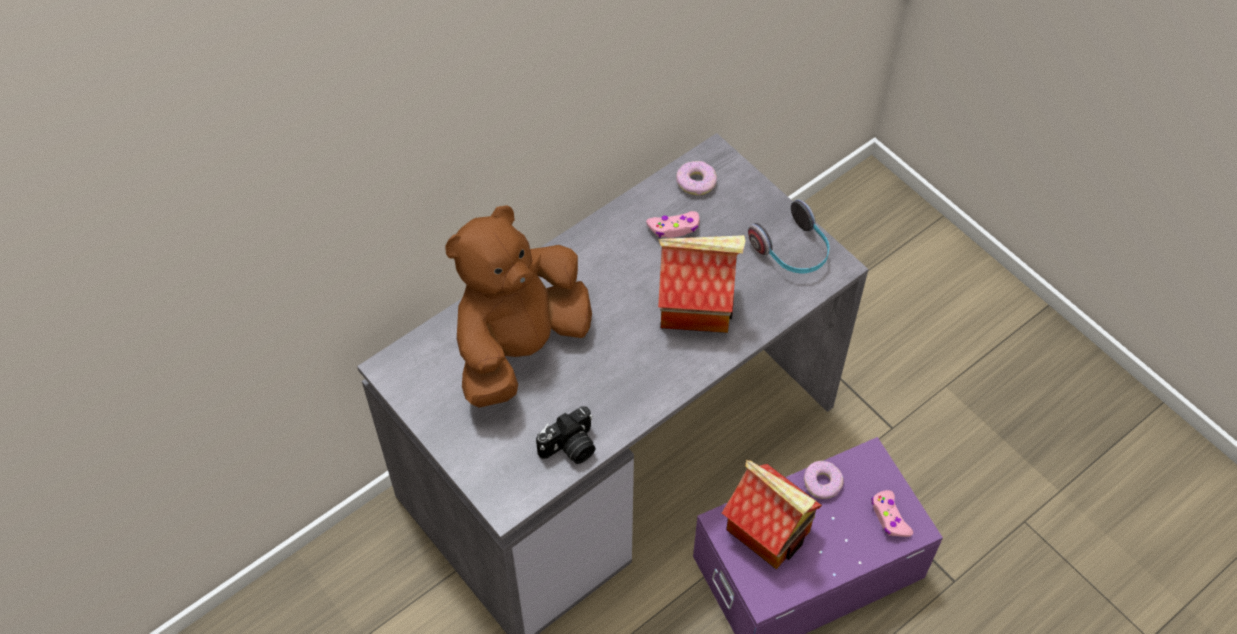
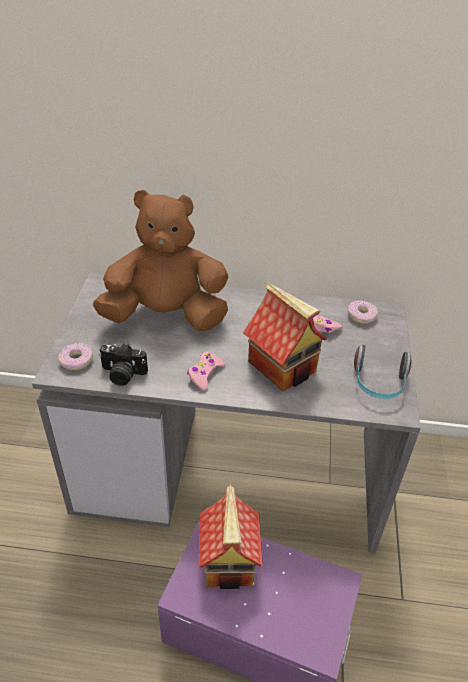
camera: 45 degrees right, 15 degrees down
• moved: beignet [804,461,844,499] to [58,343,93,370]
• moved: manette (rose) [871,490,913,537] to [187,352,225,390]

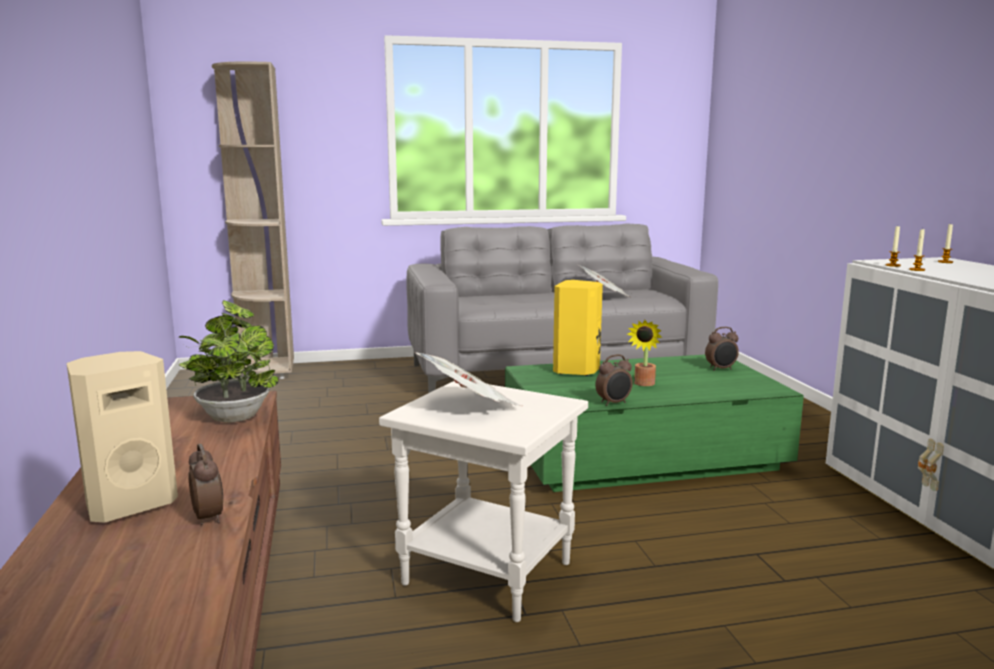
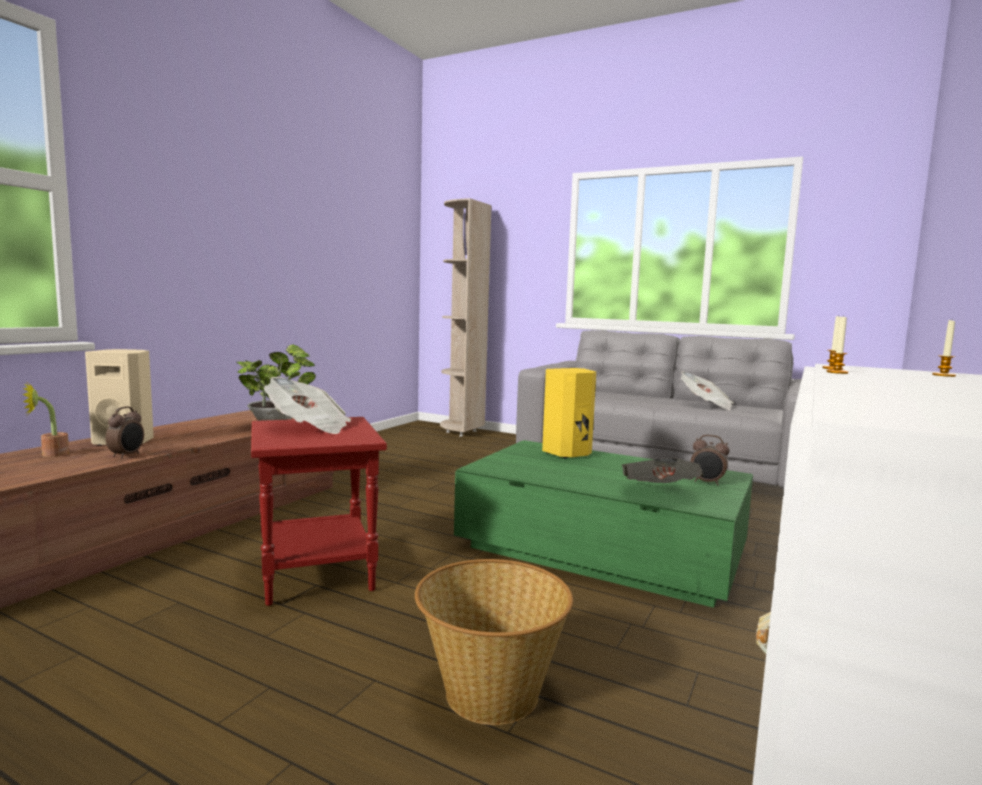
camera: 40 degrees right, 5 degrees down
• removed: réveil [595,354,633,406]
• added: panier [415,559,573,725]
• added: journal [622,458,704,483]
• moved: plante en pot [627,320,662,386] to [22,383,69,457]
• recoloured: table d'appoint (blanc) [379,381,588,622] to table d'appoint (rouge) [251,417,387,606]

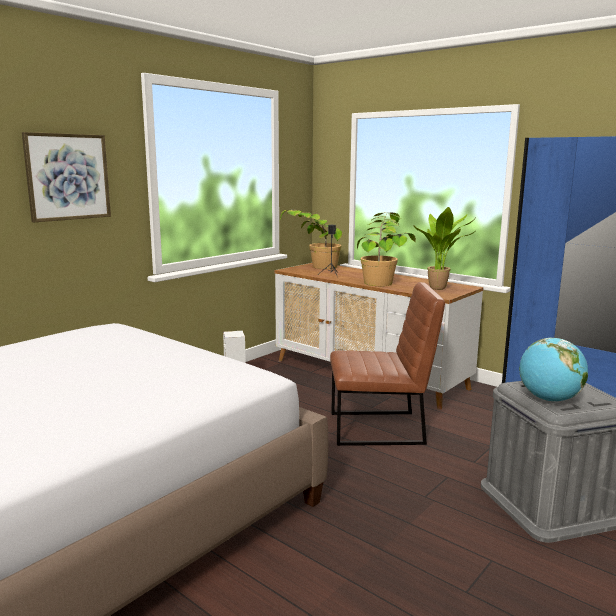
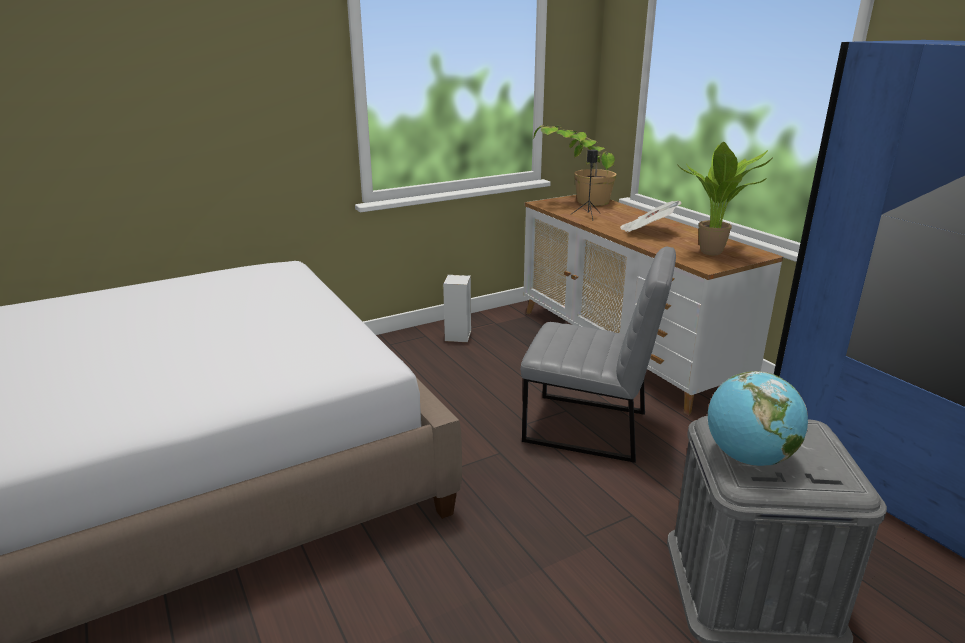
camera: 20 degrees right, 10 degrees up
• removed: tableau [22,132,111,222]
• replaced: plante en pot [357,212,416,286] to journal [620,201,681,233]
• recoloured: chaise (marron) [330,282,445,446] to chaise (gris) [521,246,676,463]

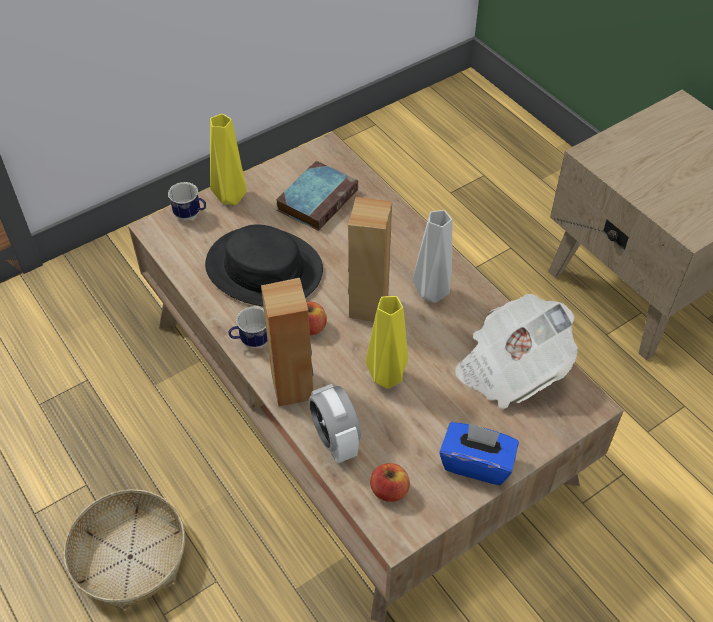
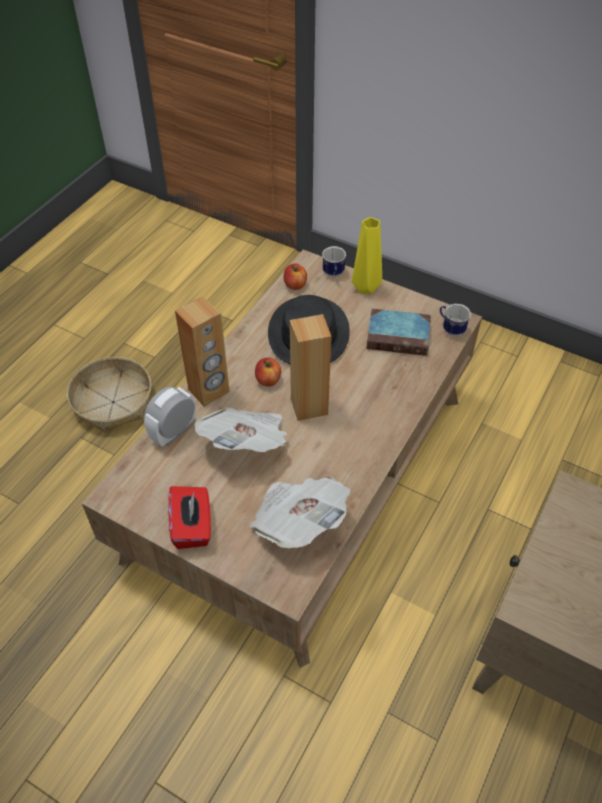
camera: 65 degrees right, 0 degrees up
• removed: vase (gris) [413,210,452,303]
• moved: mug [228,306,268,348] to [440,304,471,336]
• moved: pomme [370,463,410,502] to [284,263,307,290]
• replaced: vase (jaune) [365,296,408,389] to journal [195,407,287,452]
• recoloured: boîte à mouchoirs (bleu) [439,422,519,485] to boîte à mouchoirs (rouge) [168,486,211,549]

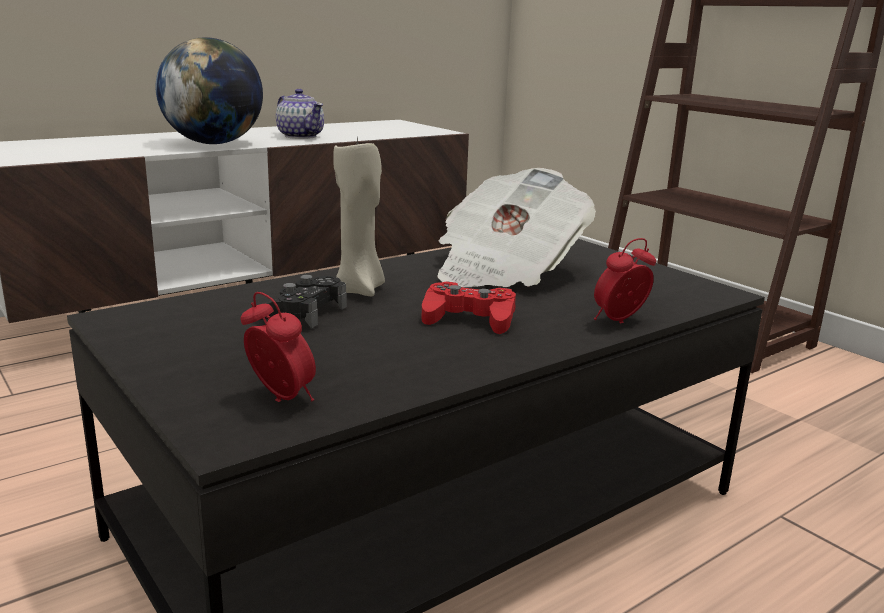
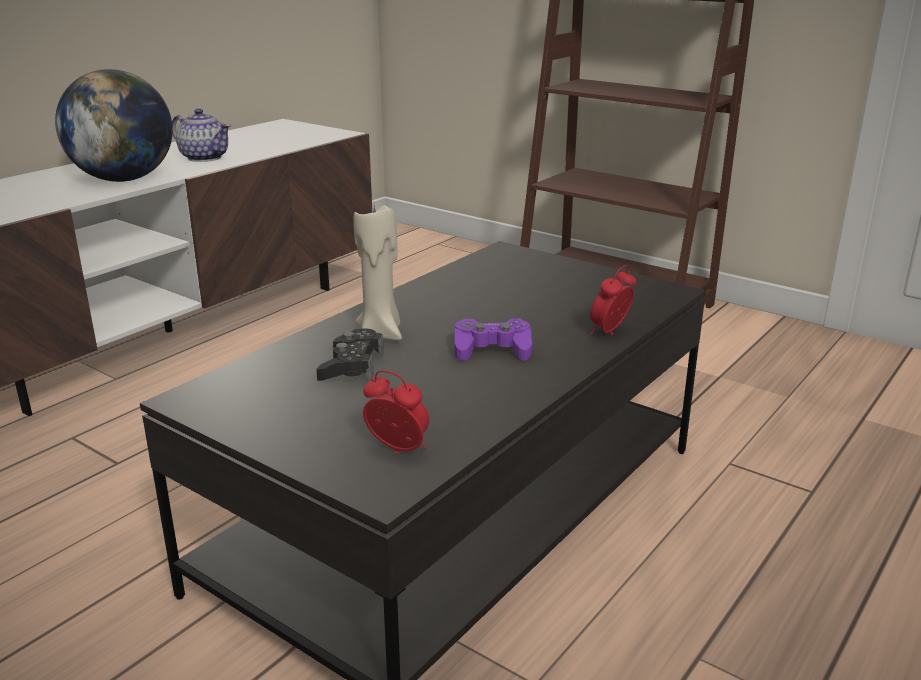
camera: 15 degrees left, 5 degrees up
• removed: journal [438,168,596,287]
• recoloured: manette (rouge) [422,282,516,334] to manette (violet) [455,318,532,361]

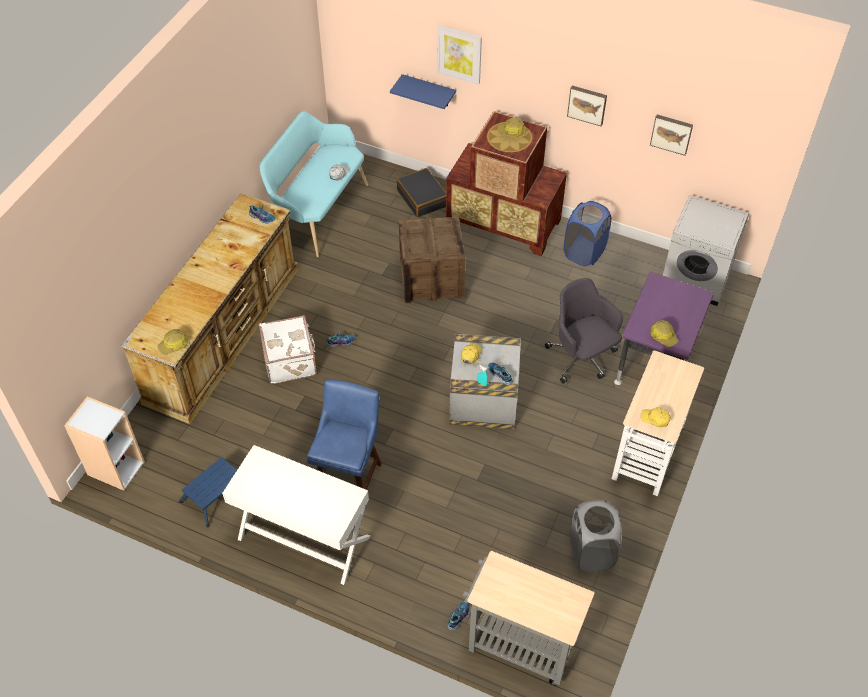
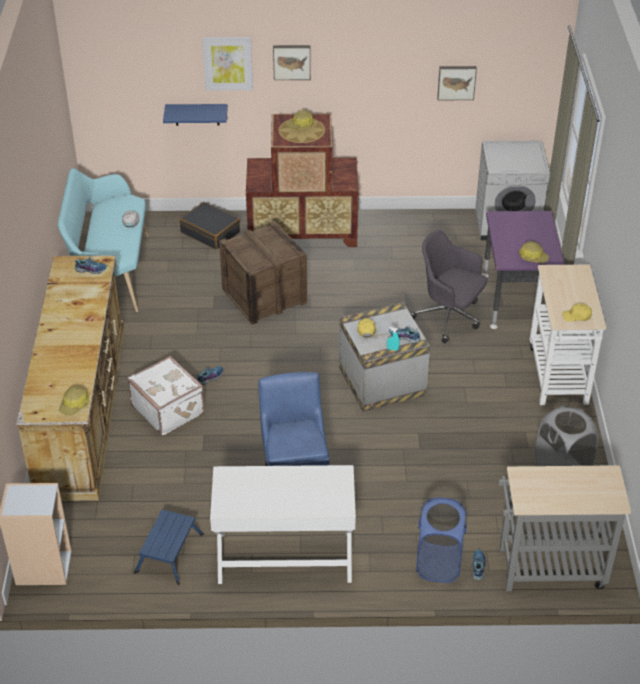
camera: 25 degrees left, 10 degrees down
• moved: panier à linge (bleu) [564,201,612,267] to [416,497,467,583]
• moved: tableau [567,86,607,126] to [273,45,311,80]

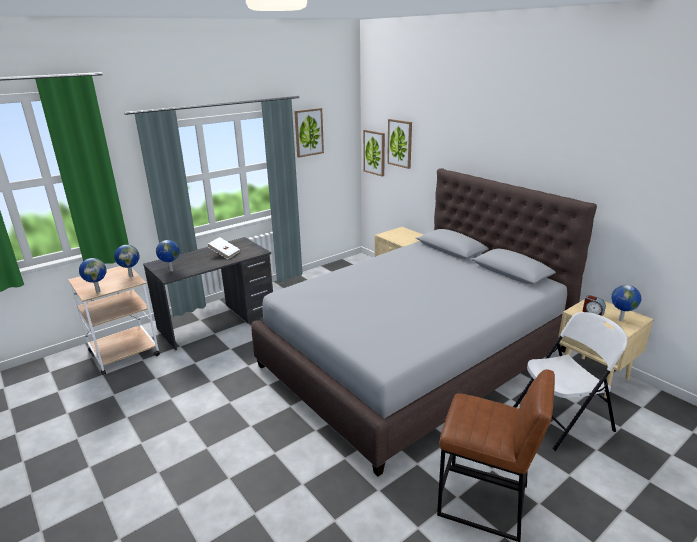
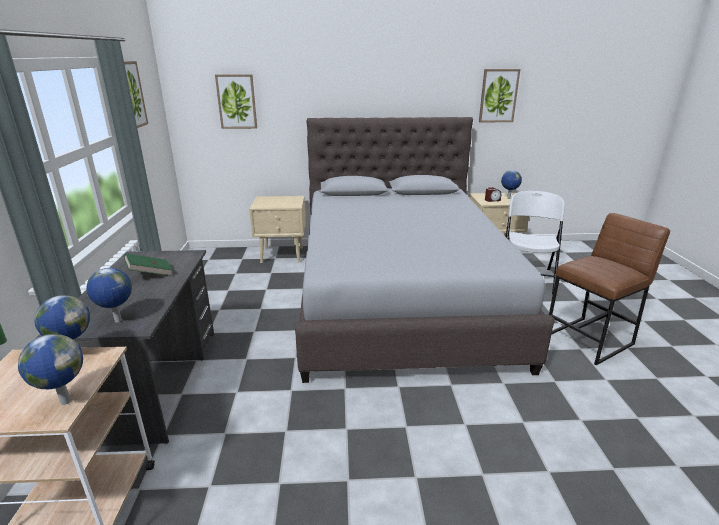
camera: 55 degrees left, 0 degrees up
• moved: tableau [363,130,385,177] to [479,69,521,122]
• recoloured: livre (blanc) [207,237,240,259] to livre (vert) [124,253,173,276]

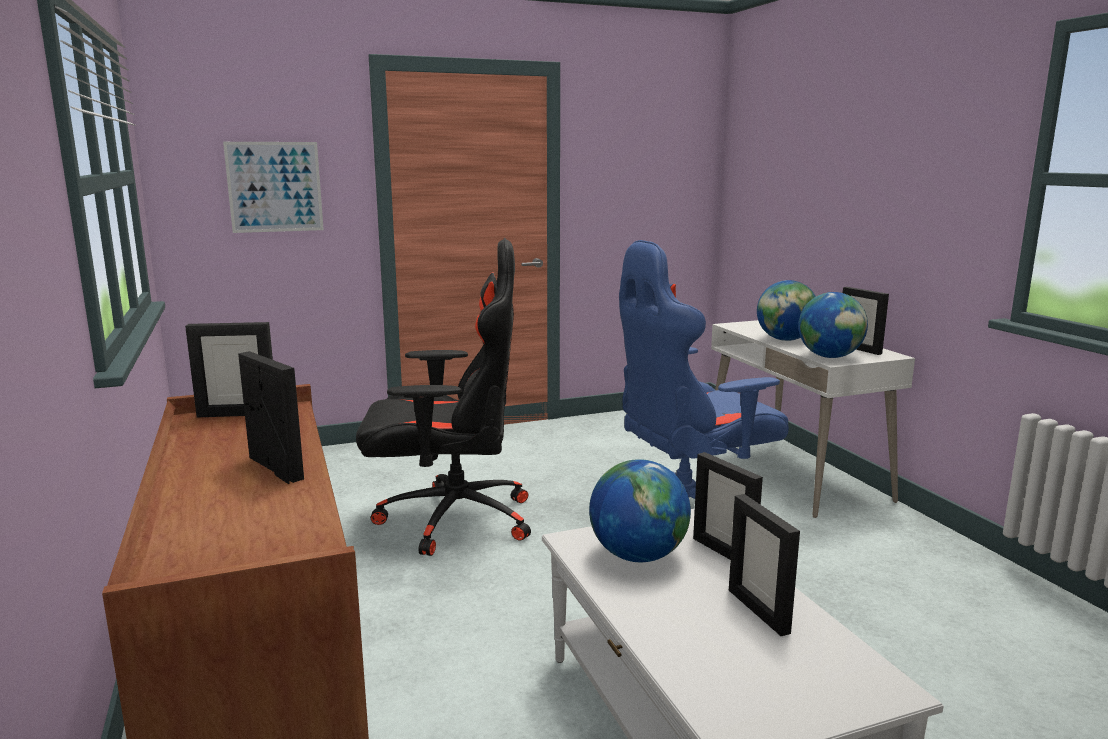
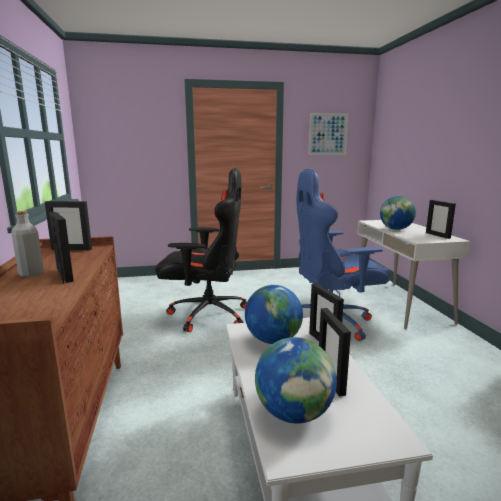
camera: 10 degrees right, 0 degrees up
• added: bouteille (gris) [11,211,44,277]
• moved: tableau [223,142,324,233] to [308,113,348,155]
• moved: globe [798,292,868,358] to [255,337,337,424]

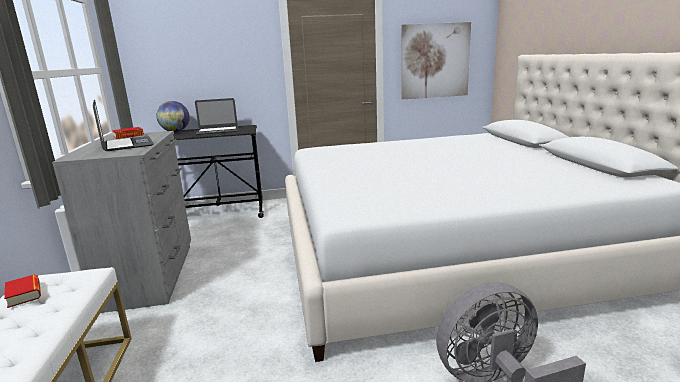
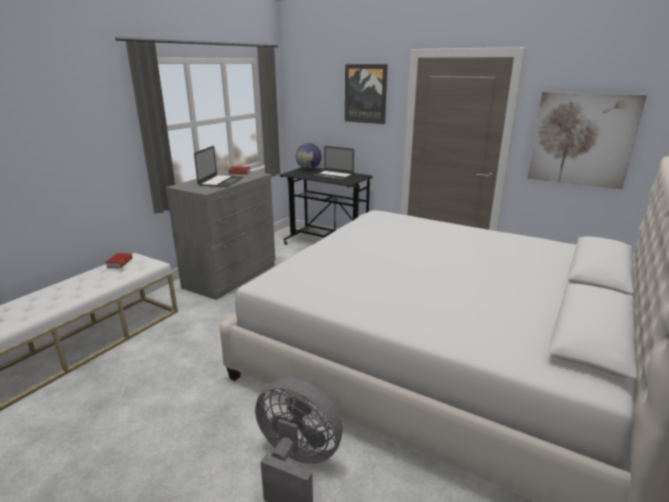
camera: 40 degrees right, 5 degrees up
• added: tableau [345,64,388,124]

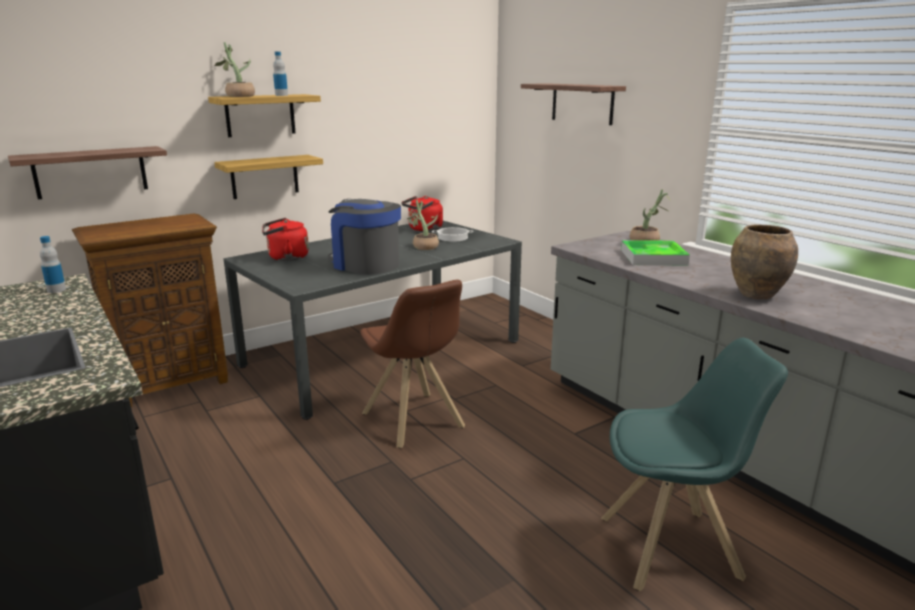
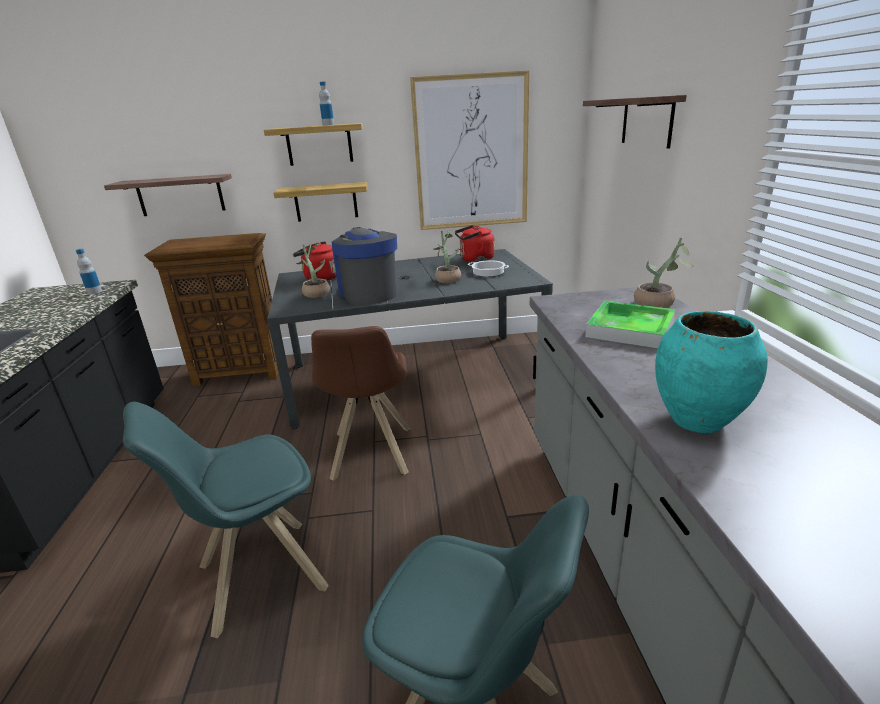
camera: 30 degrees right, 5 degrees up
• added: chaise (turquoise) [123,402,329,638]
• added: tableau [410,71,529,230]
• moved: plante en pot [215,42,255,97] to [296,244,330,298]
• recoloured: vase (marron) [731,224,798,299] to vase (turquoise) [655,311,768,433]

